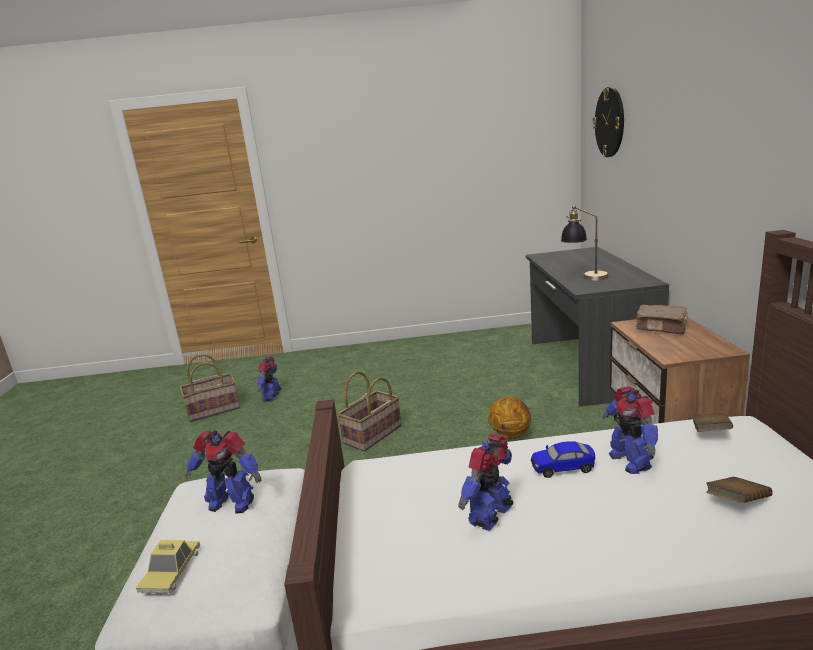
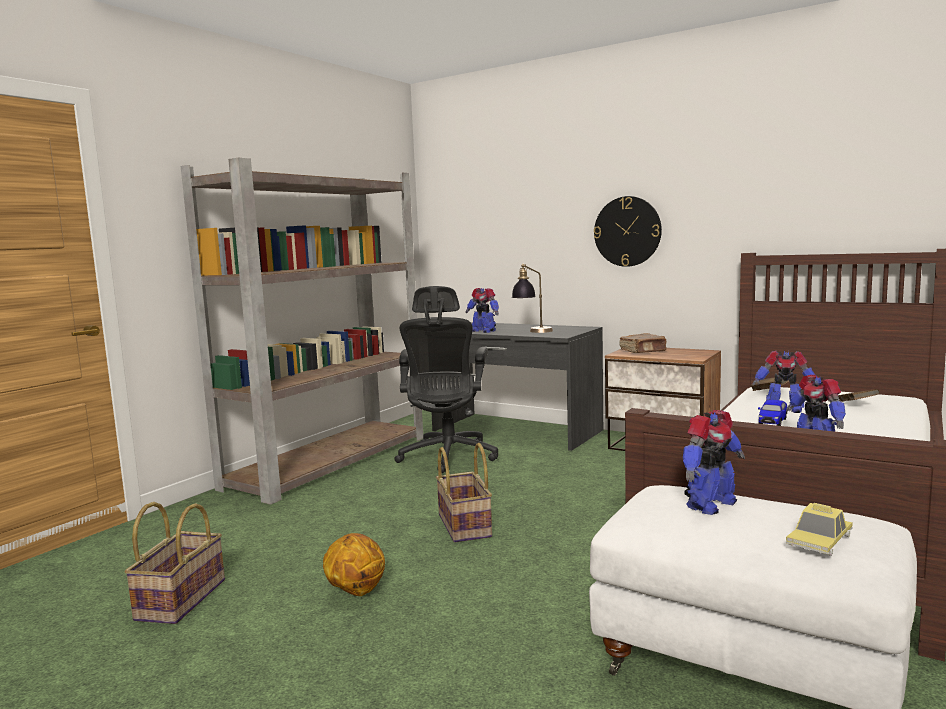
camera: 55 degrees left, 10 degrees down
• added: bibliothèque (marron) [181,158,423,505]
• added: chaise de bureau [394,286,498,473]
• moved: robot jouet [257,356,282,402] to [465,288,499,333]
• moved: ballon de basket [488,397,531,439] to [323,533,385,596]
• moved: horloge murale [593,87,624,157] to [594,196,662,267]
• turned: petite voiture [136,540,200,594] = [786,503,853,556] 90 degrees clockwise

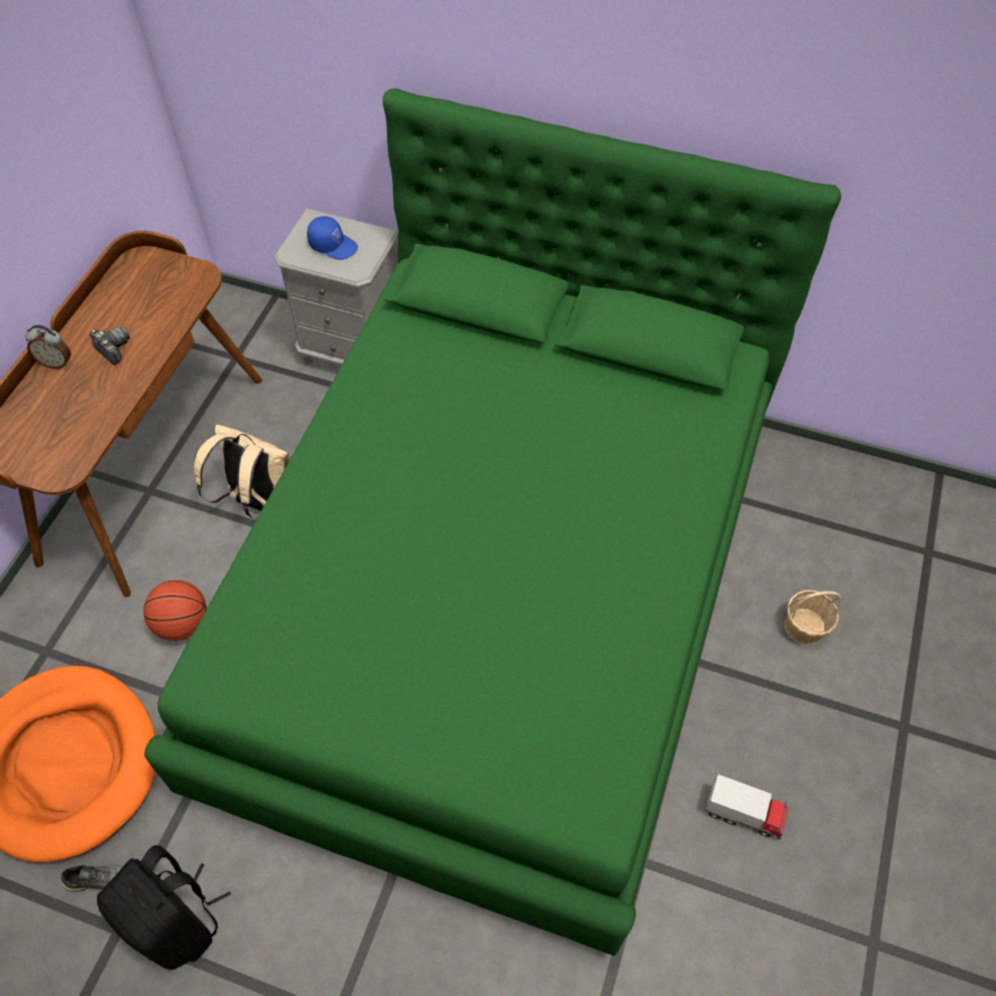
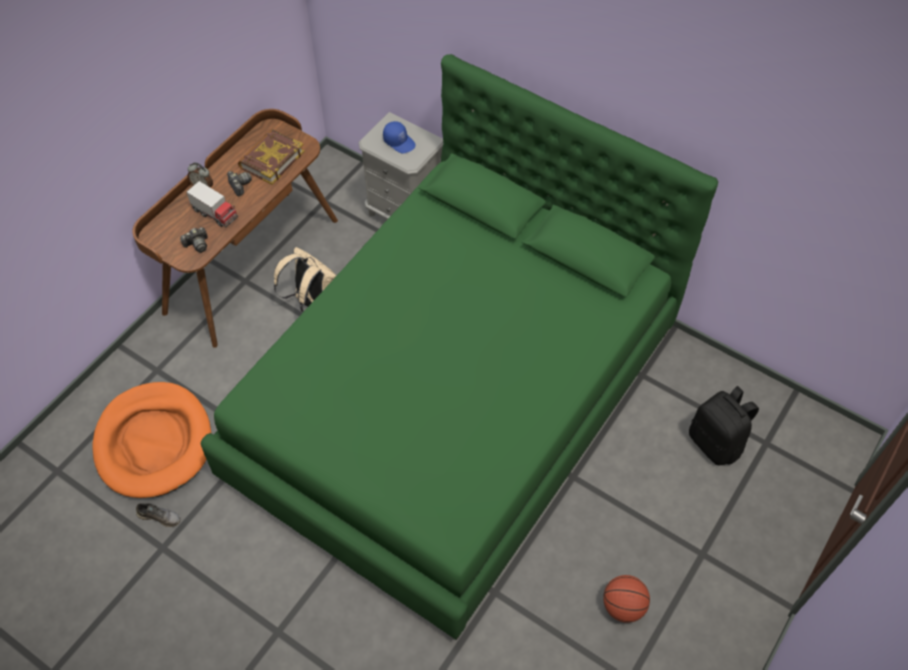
camera: 15 degrees right, 0 degrees up
• removed: panier [784,590,841,646]
• added: appareil photo [180,227,208,253]
• added: livre [238,129,304,185]
• moved: sac à dos (noir) [97,845,231,970] to [689,386,759,465]
• moved: ballon de basket [144,580,207,641] to [603,575,650,623]
• moved: camion jouet [705,774,788,839] to [187,181,238,228]

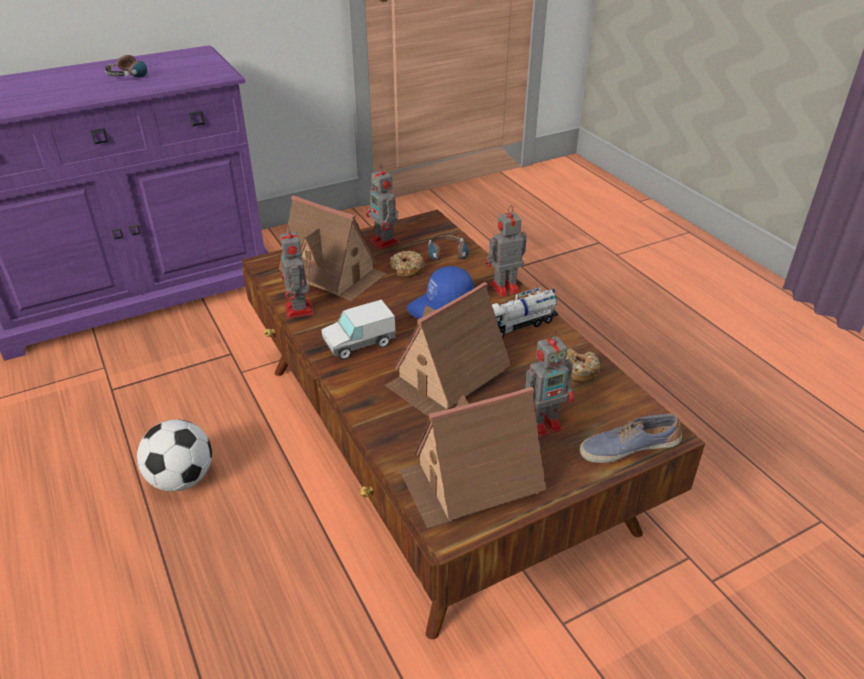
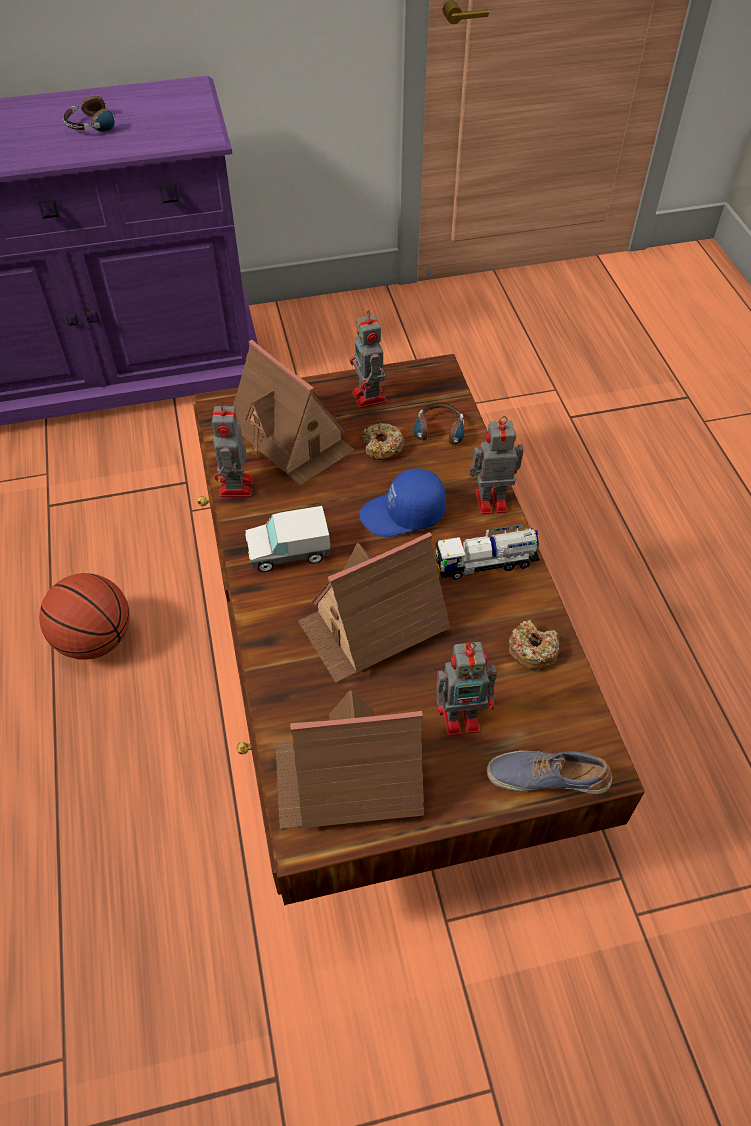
camera: 15 degrees right, 15 degrees up
• replaced: ballon de foot [137,419,212,492] to ballon de basket [39,573,130,660]

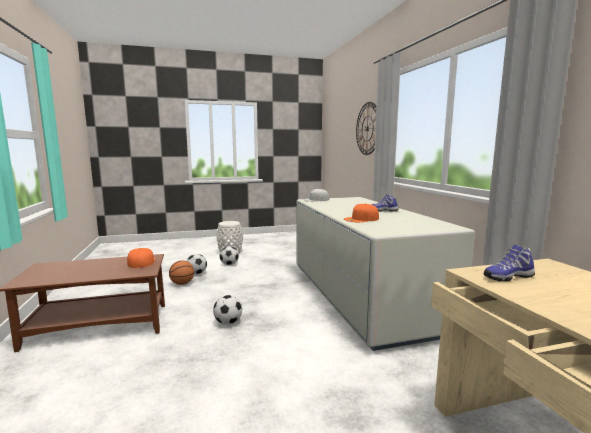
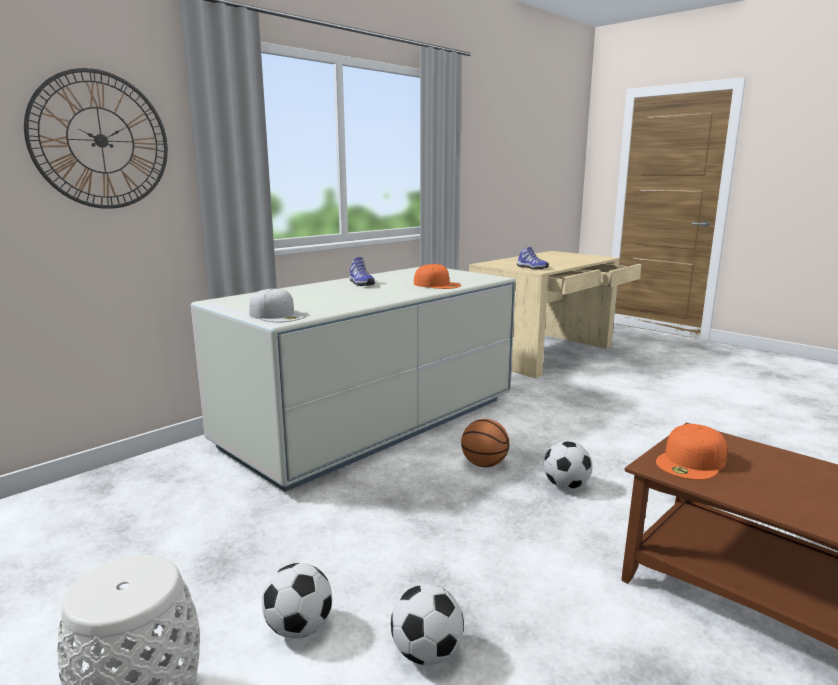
camera: 120 degrees left, 5 degrees up
• moved: ballon de basket [169,260,194,285] to [461,419,509,468]

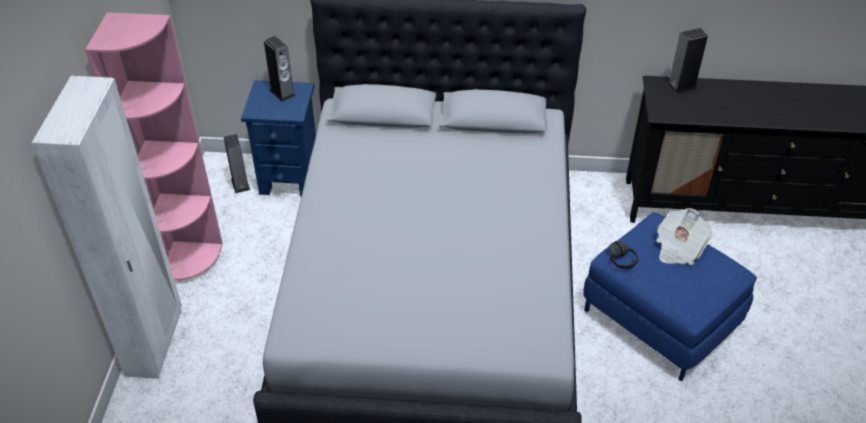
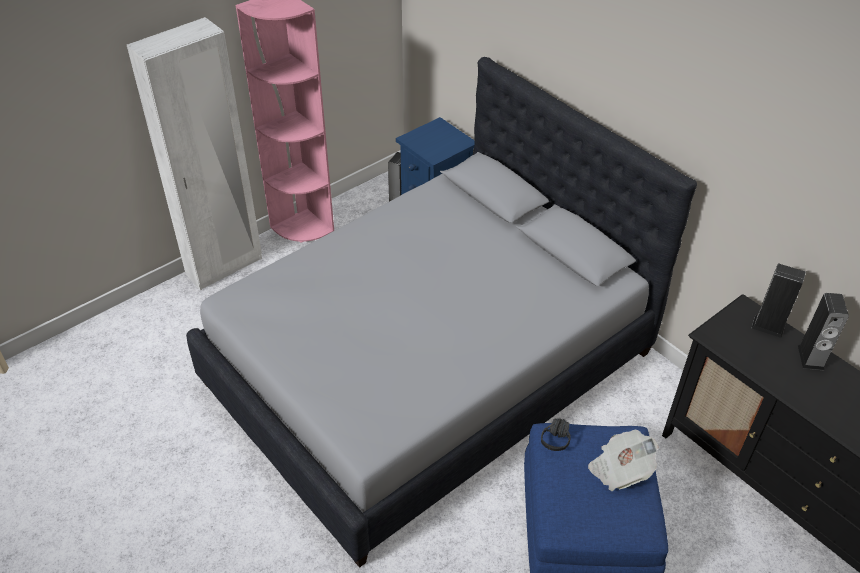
camera: 45 degrees right, 0 degrees up
• moved: enceinte [264,36,296,102] to [798,293,849,371]

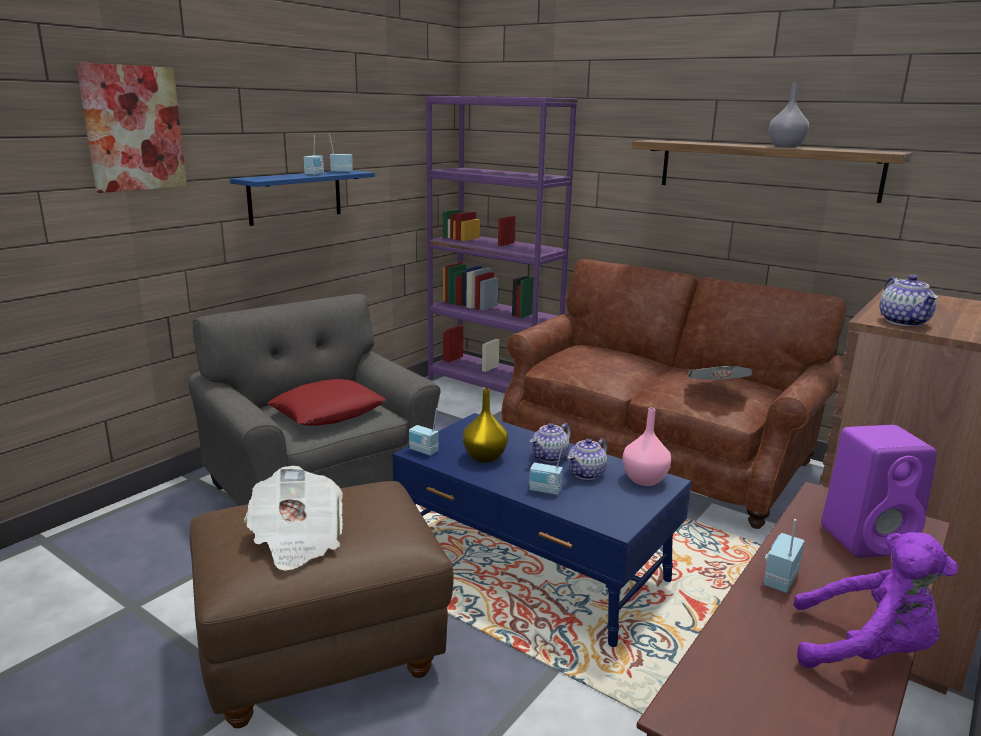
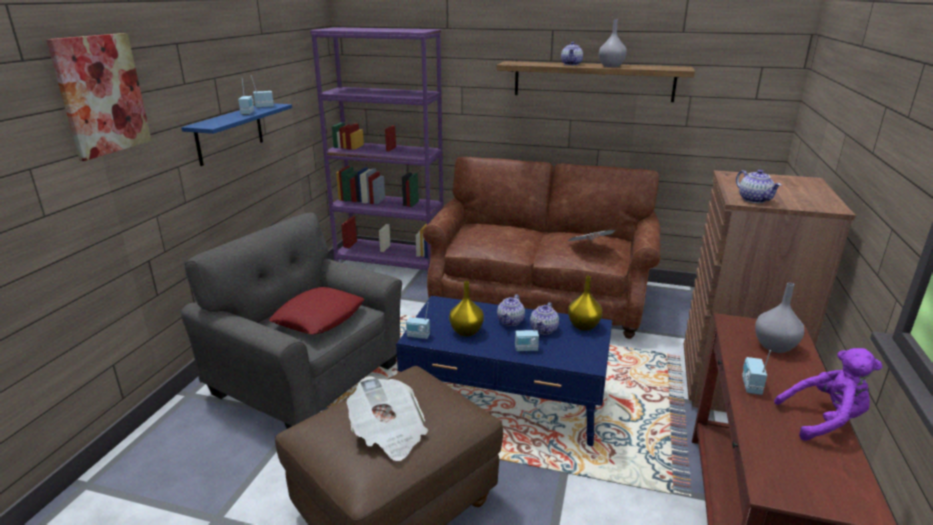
camera: 20 degrees left, 5 degrees up
• added: théière [561,42,583,65]
• replaced: enceinte (violet) [821,425,937,558] to vase (gris) [755,283,804,353]
• recoloured: vase (rose) [622,408,671,486] to vase (jaune) [568,276,603,331]

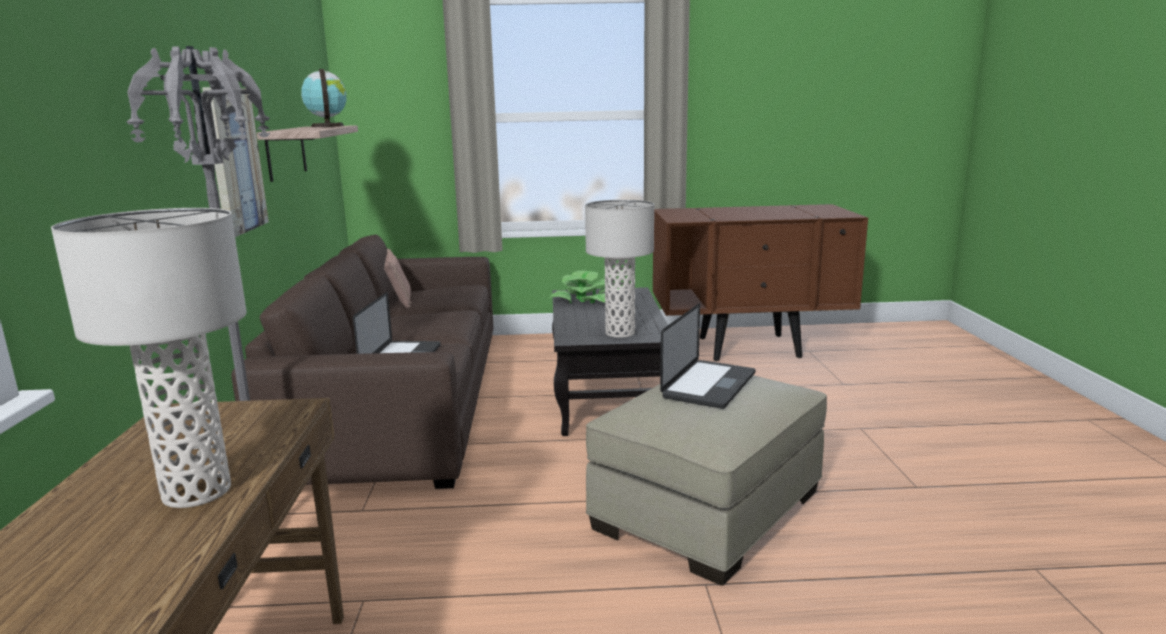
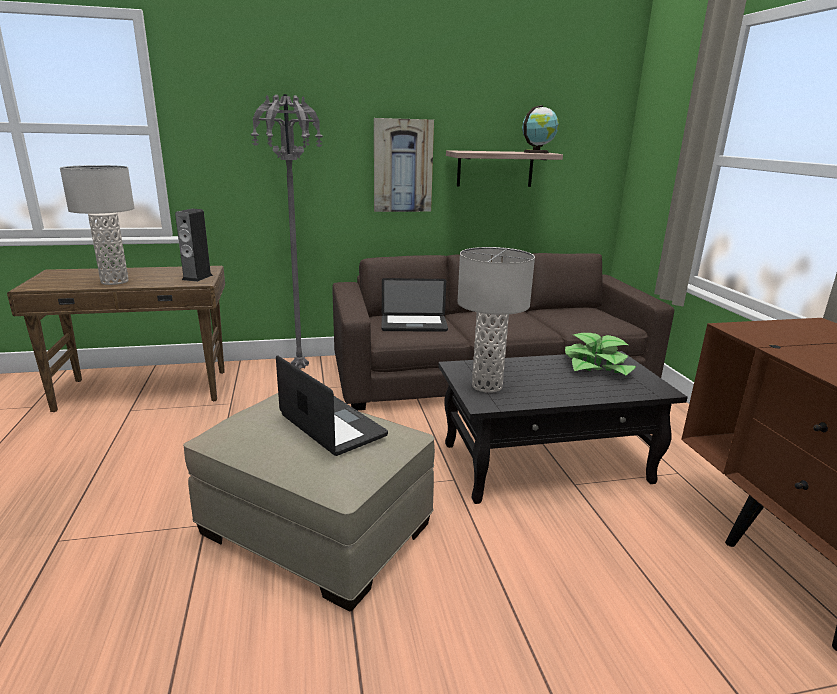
camera: 80 degrees right, 5 degrees up
• removed: coussin (beige) [384,249,411,308]
• added: enceinte [175,209,213,282]
• turned: ordinateur portable [660,304,756,409] = [276,355,388,456] 150 degrees counterclockwise

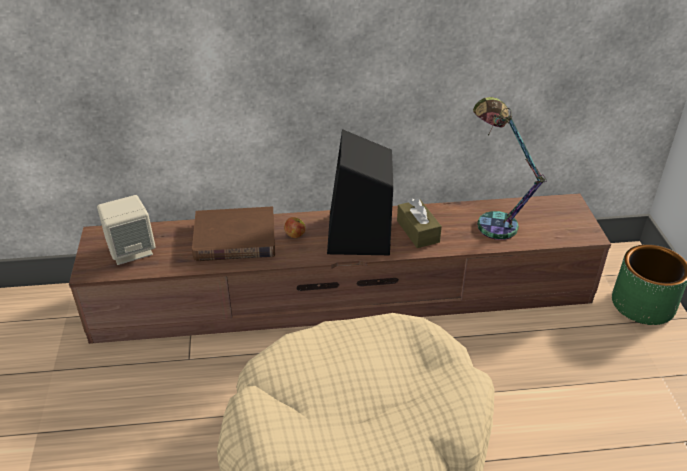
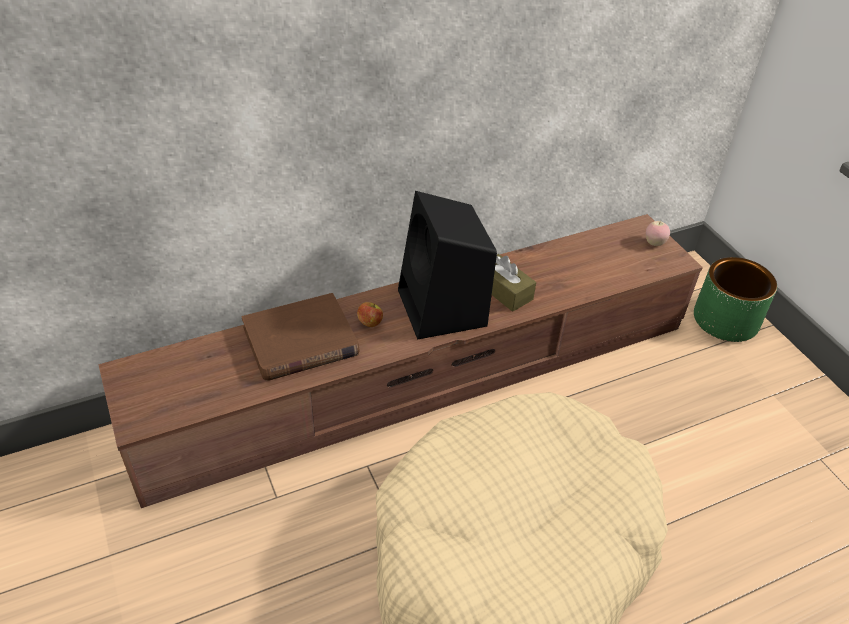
camera: 20 degrees left, 5 degrees up
• removed: enceinte (beige) [97,195,155,265]
• removed: lampe de table [473,97,547,240]
• added: pomme [646,221,670,246]

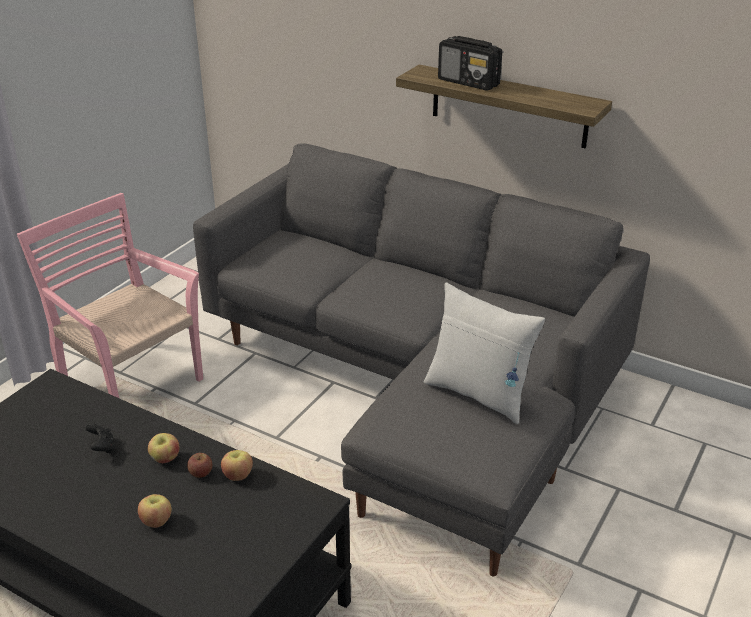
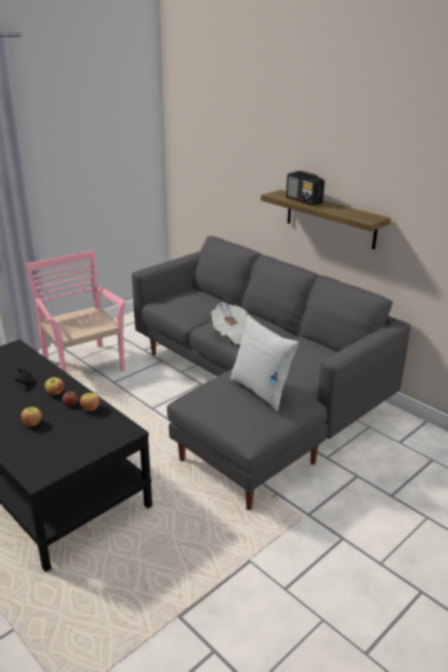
camera: 15 degrees right, 5 degrees down
• added: journal [211,302,248,345]

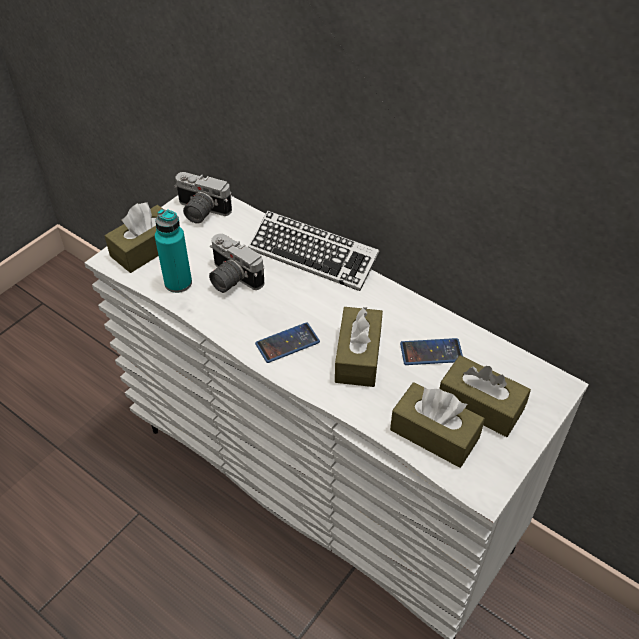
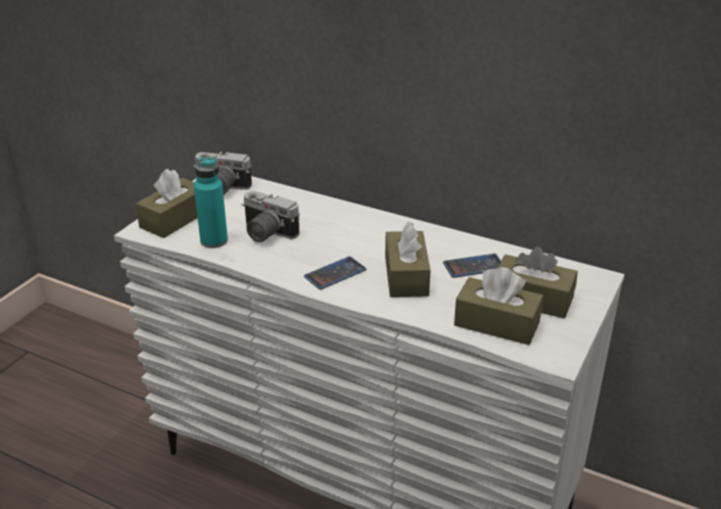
camera: 10 degrees left, 15 degrees down
• removed: clavier [248,211,380,291]

